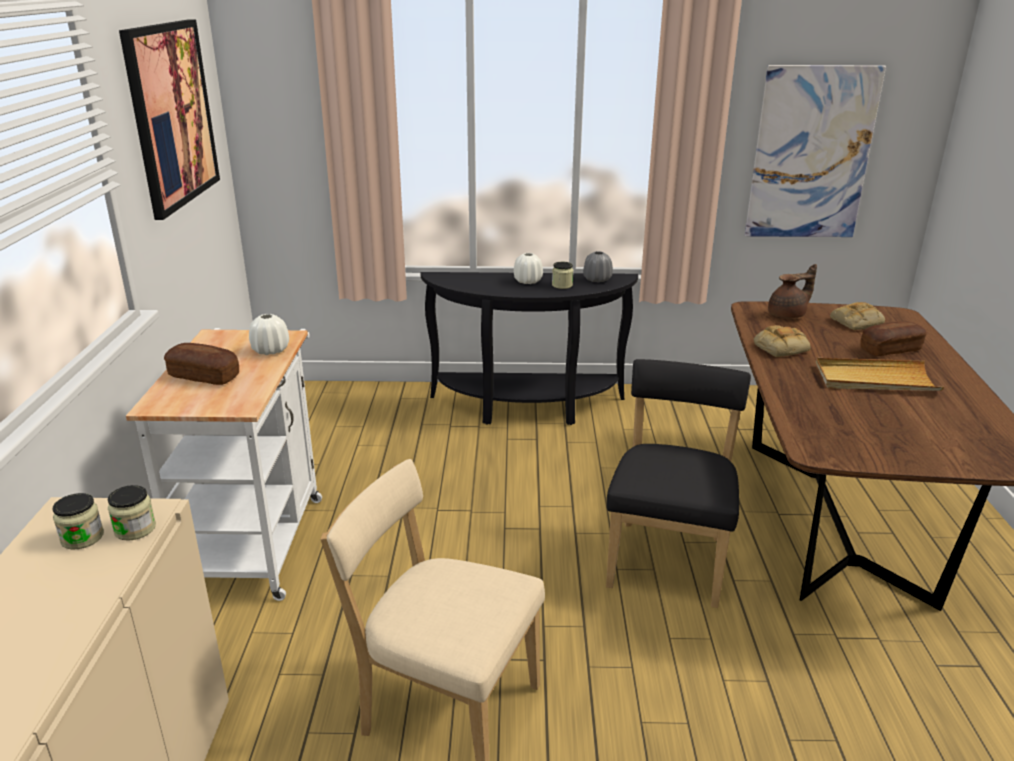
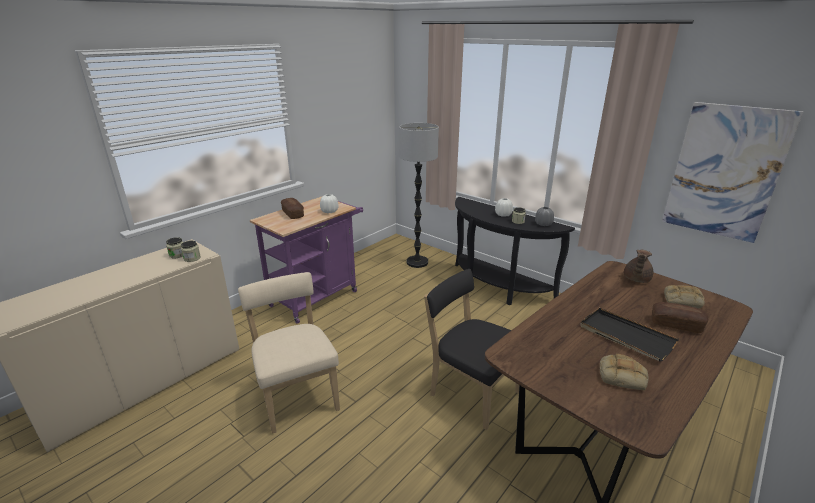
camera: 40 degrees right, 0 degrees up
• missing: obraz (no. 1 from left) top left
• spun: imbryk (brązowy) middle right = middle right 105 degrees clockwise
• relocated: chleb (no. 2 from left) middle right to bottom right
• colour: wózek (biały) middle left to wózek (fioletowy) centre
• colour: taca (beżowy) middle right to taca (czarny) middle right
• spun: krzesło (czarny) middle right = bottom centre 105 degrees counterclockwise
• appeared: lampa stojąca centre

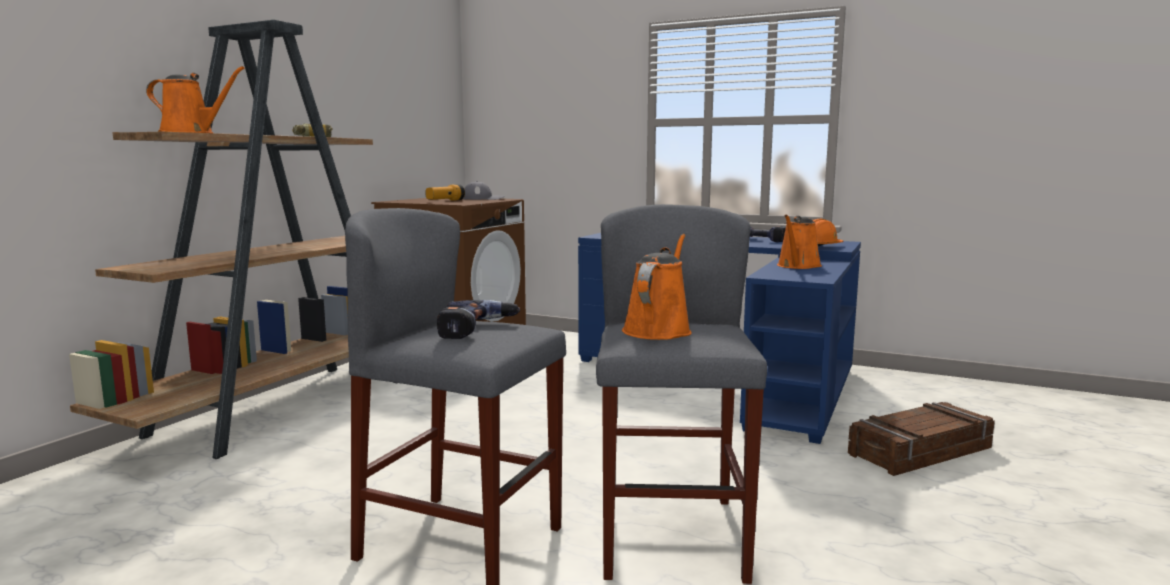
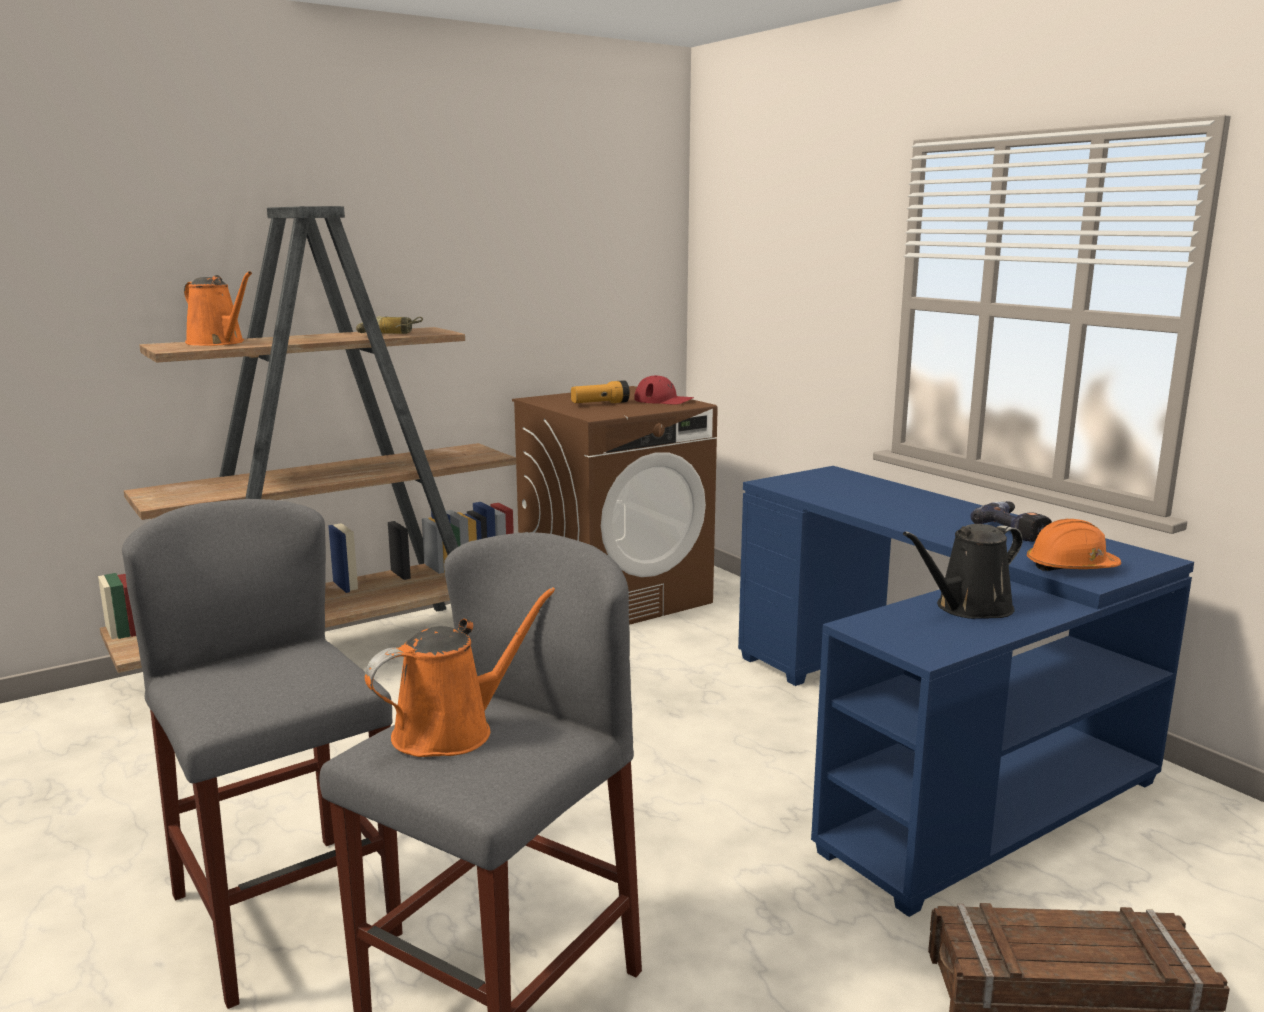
camera: 30 degrees right, 5 degrees up
• colour: czapka z daszkiem (szary) top centre to czapka z daszkiem (czerwony) centre
• colour: konewka (pomarańczowy) (no. 3 from left) middle right to konewka (czarny) middle right
• missing: wiertarka (no. 2 from left) centre

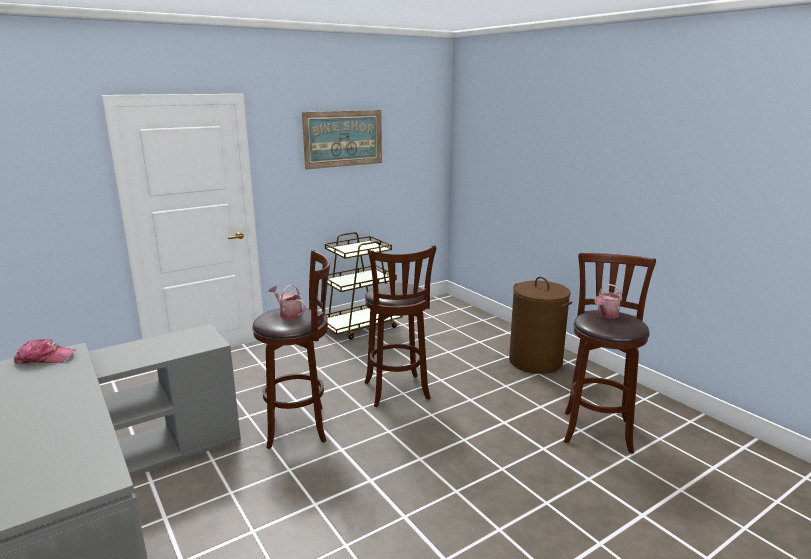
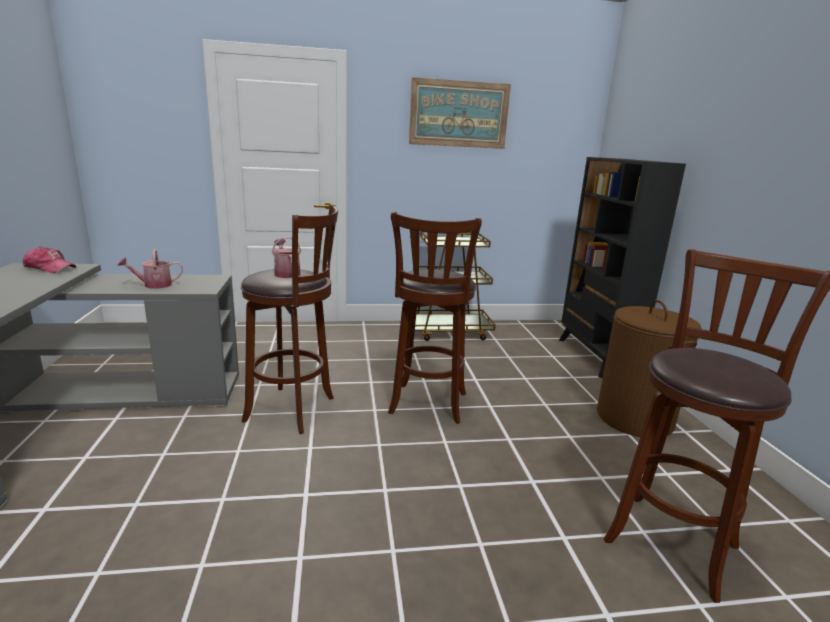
camera: 25 degrees right, 0 degrees up
• relocated: konewka (no. 2 from left in the first image) middle right to konewka (no. 1 from left) middle left
• appeared: regał (czarny) middle right

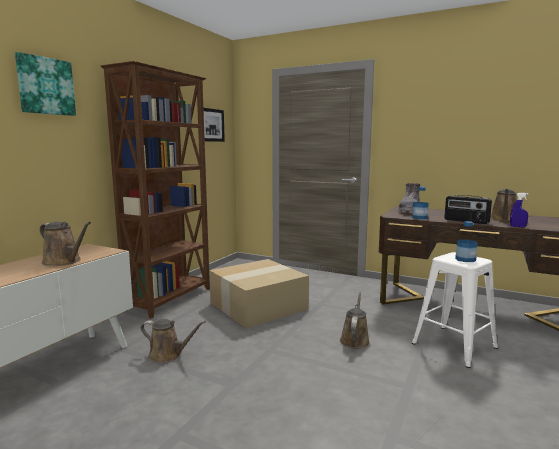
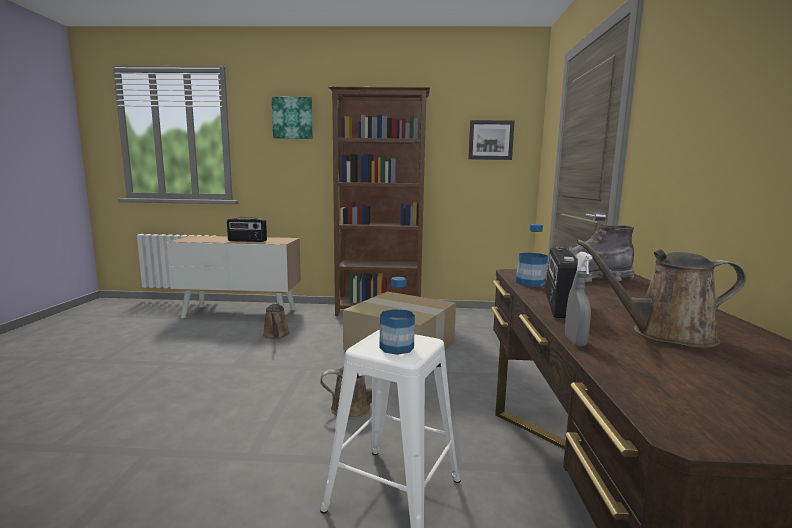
camera: 65 degrees right, 0 degrees up
• colour: spryskiwacz (niebieski) middle right to spryskiwacz (szary) middle right
• exchanged: konewka (brązowy) (no. 1 from left) middle left to radio (no. 1 from left) middle left

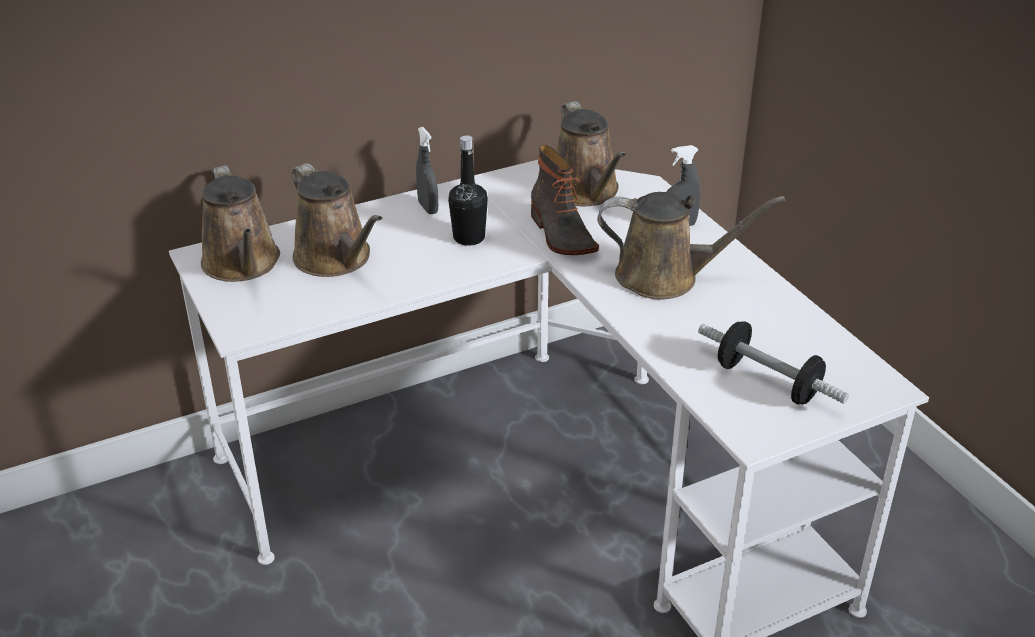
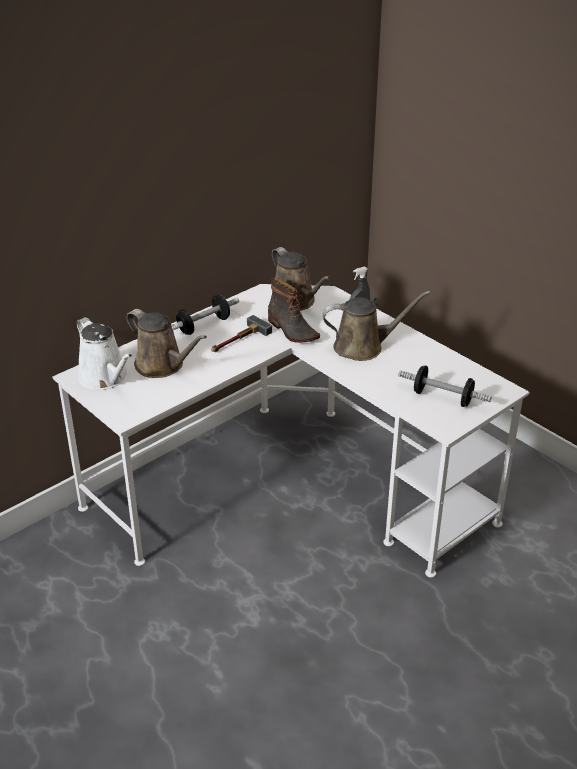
camera: 15 degrees left, 0 degrees up
• exchanged: spryskiwacz (szary) (no. 1 from left) top centre to hantel (no. 1 from left) centre
• exchanged: butelka (czarny) top centre to młotek centre
• colour: konewka (brązowy) (no. 1 from left) middle left to konewka (biały) middle left

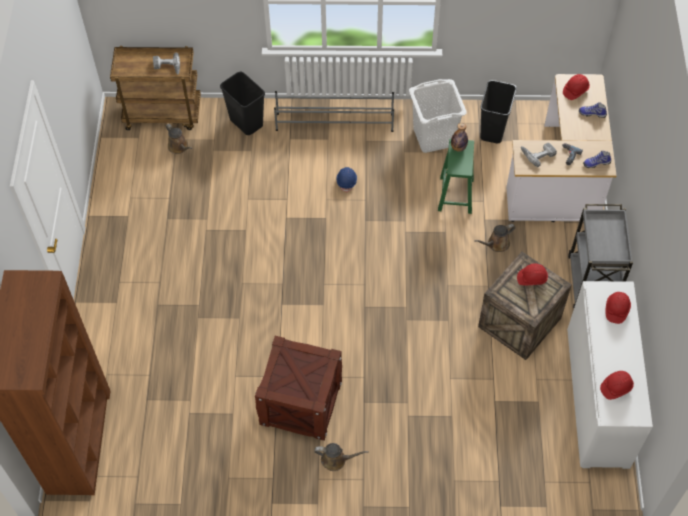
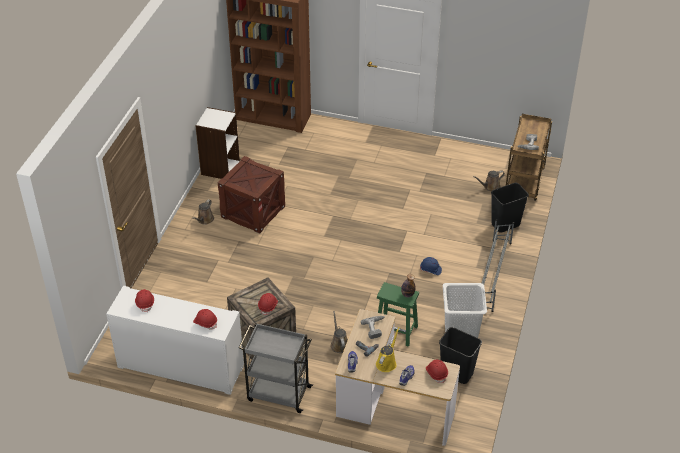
camera: 105 degrees right, 15 degrees down
• appeared: regał (biały) top left
• appeared: konewka (żółty) bottom centre

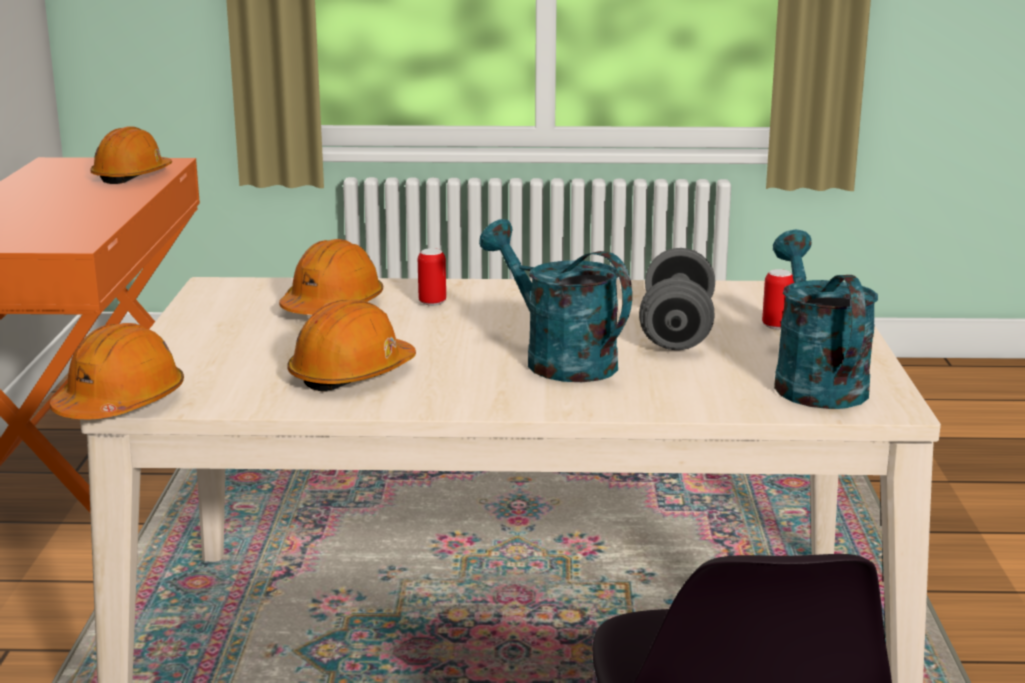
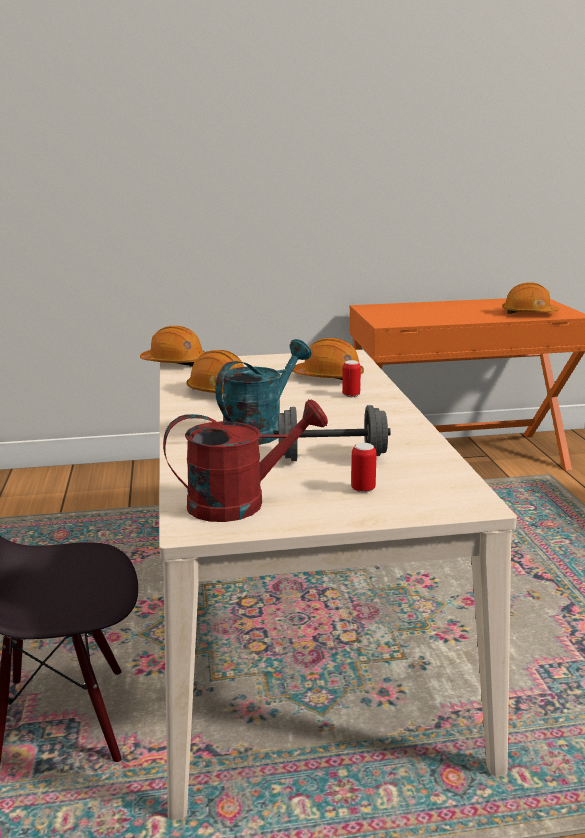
camera: 80 degrees right, 0 degrees up
• colour: konewka (turkusowy) (no. 2 from left) middle right to konewka (czerwony) centre

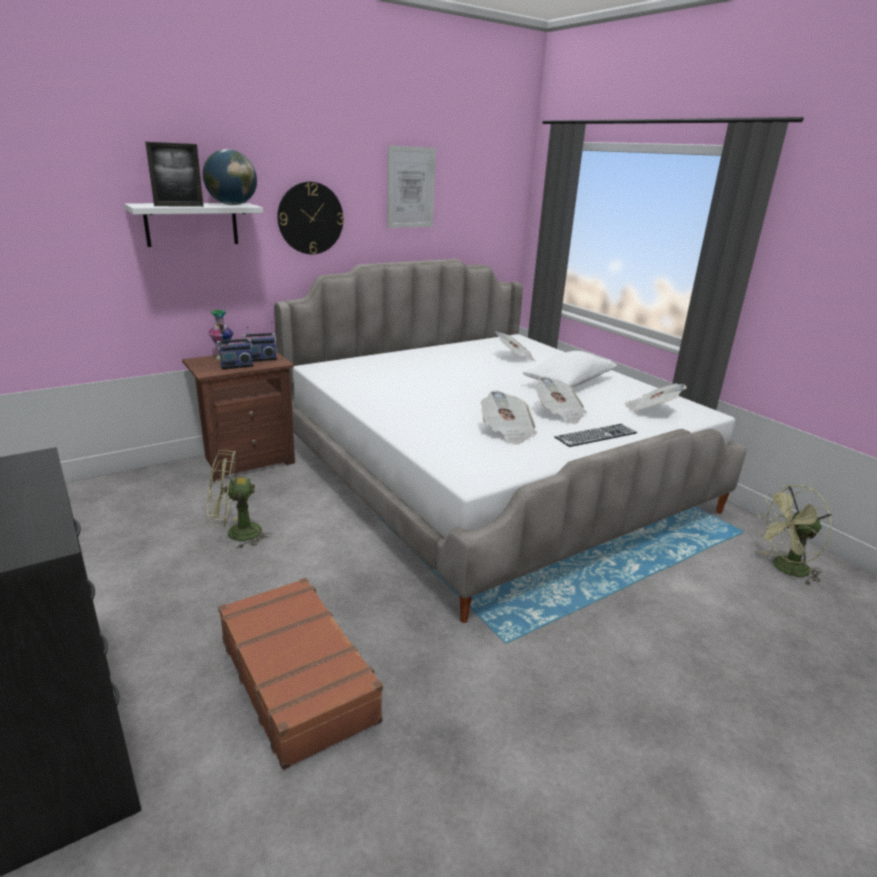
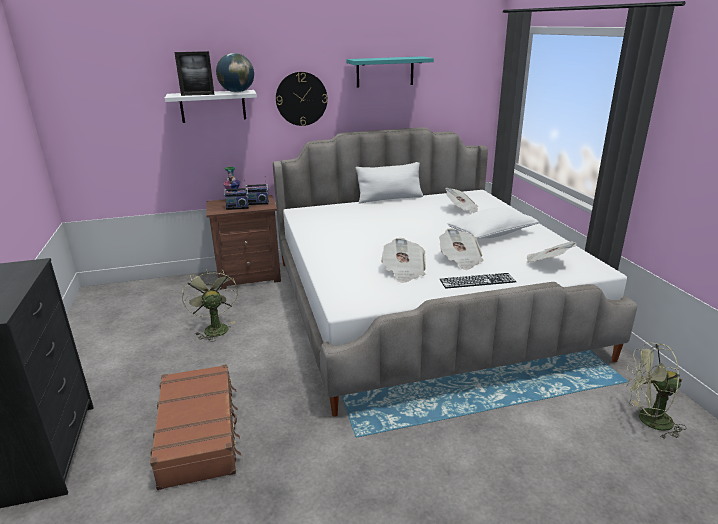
camera: 20 degrees right, 0 degrees up
• exchanged: obraz top centre to półka (turkusowy) top centre
• spun: wentylator (zielony) (no. 1 from left) middle left = middle left 60 degrees clockwise
• appeared: poduszka (biały) (no. 1 from left) centre

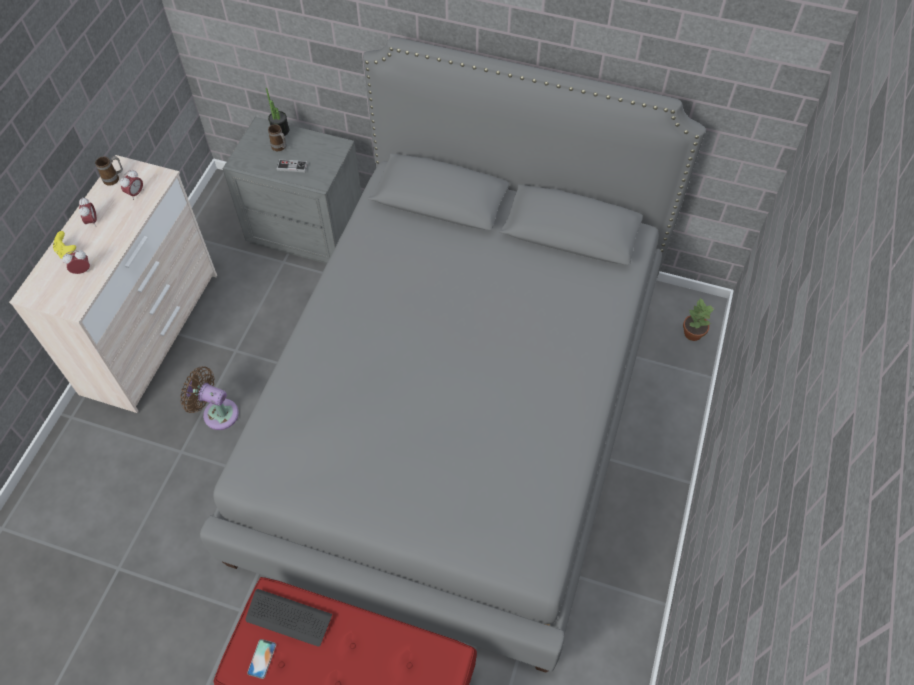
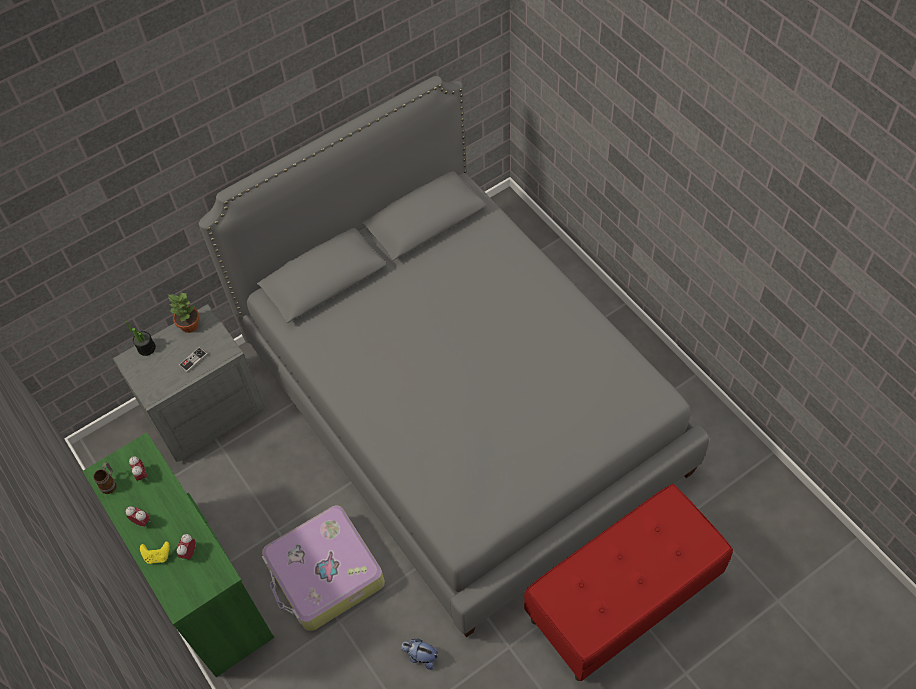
camera: 50 degrees left, 0 degrees up
• missing: kubek (no. 2 from left) top left
• colour: komoda (beżowy) middle left to komoda (zielony) bottom left
• relocated: roślina doniczkowa (no. 2 from left) middle right to middle left
• exchanged: wentylator (brązowy) middle left to walizka bottom centre
• missing: klawiatura bottom left
• missing: telefon bottom left
• appeared: pluszak bottom centre

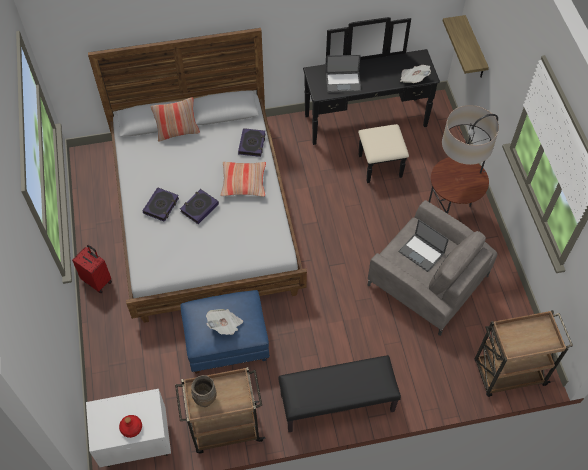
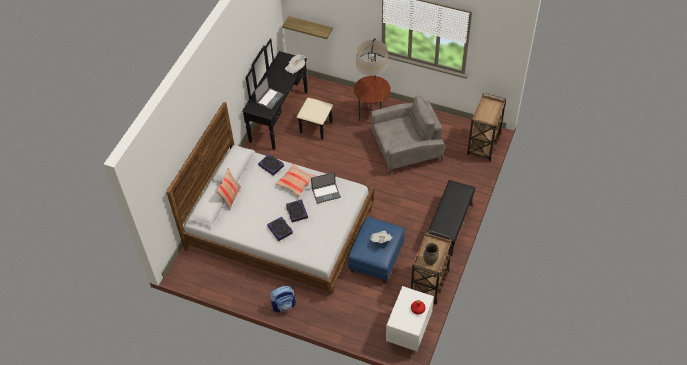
camera: 55 degrees left, 5 degrees down
• relocated: laptop (no. 2 from left) middle right to centre
• exchanged: walizka (czerwony) middle left to plecak bottom centre

